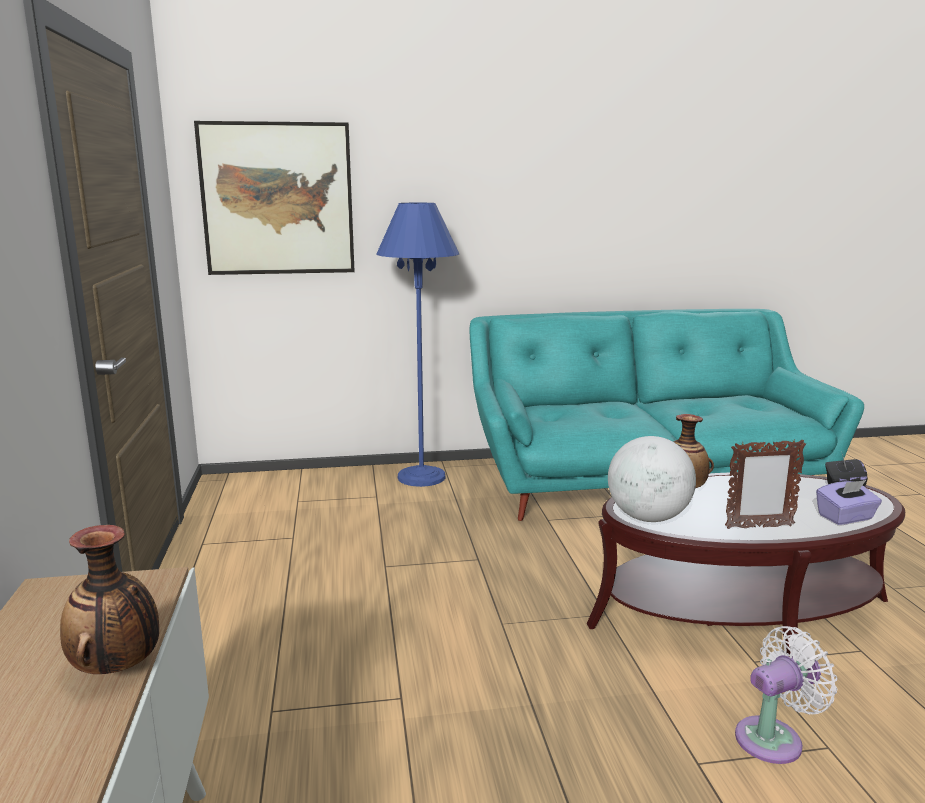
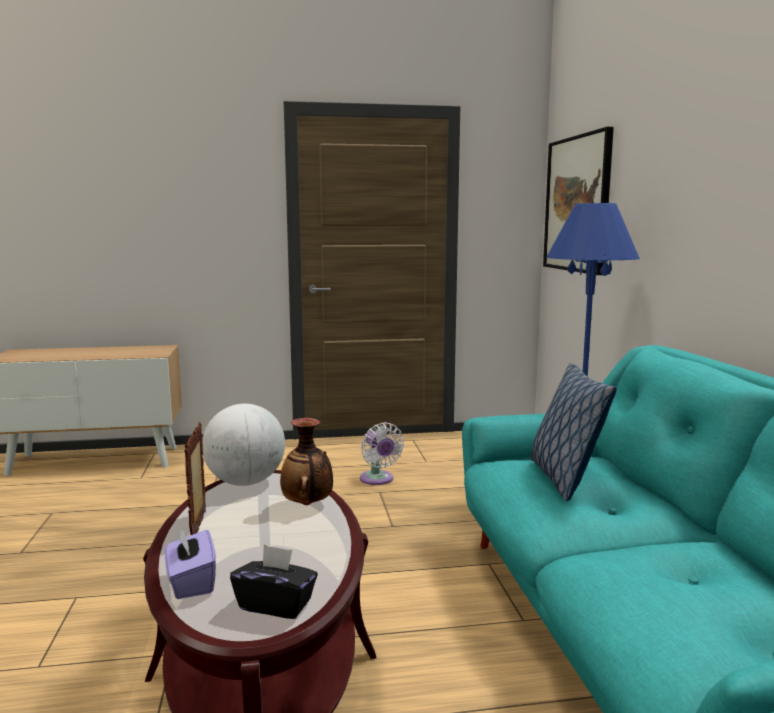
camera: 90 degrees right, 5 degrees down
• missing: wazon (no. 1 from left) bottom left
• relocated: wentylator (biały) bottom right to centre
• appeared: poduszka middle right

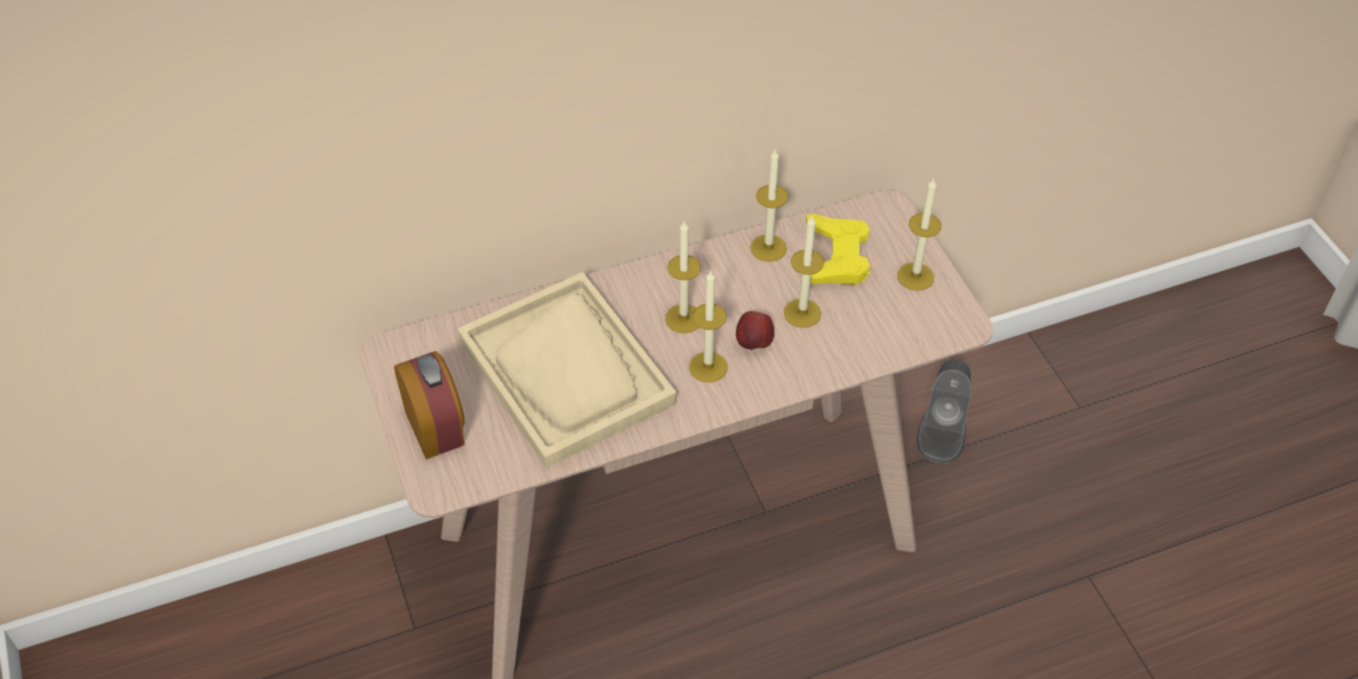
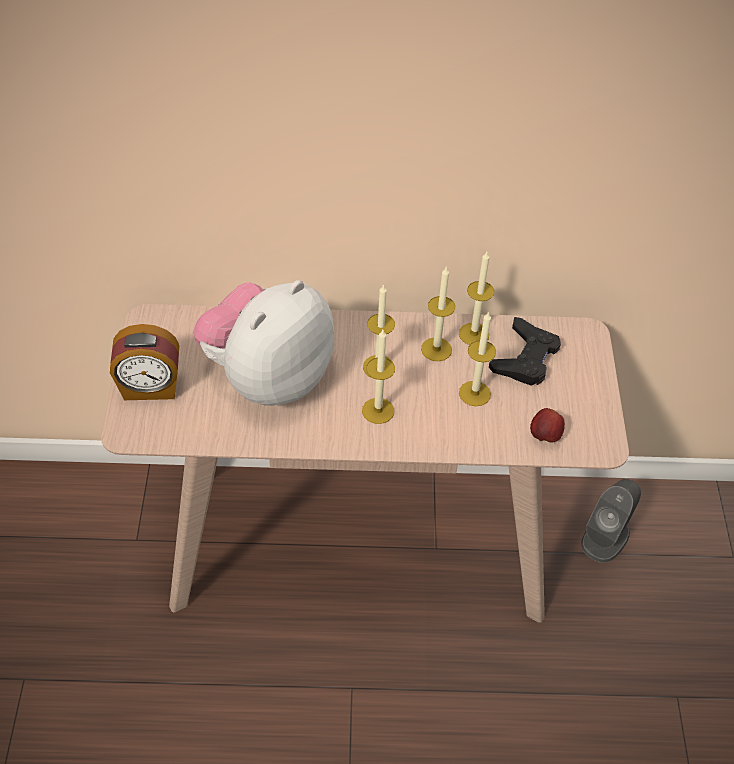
camera: 20 degrees right, 0 degrees up
• relocated: świeca (no. 5 from left in the first image) middle right to świeca (no. 3 from left) centre
• colour: pad do gier (żółty) centre to pad do gier (czarny) middle right
• exchanged: taca (beżowy) centre to pluszak centre
• relocated: jabłko centre to middle right
• spun: budzik middle left = middle left 90 degrees clockwise

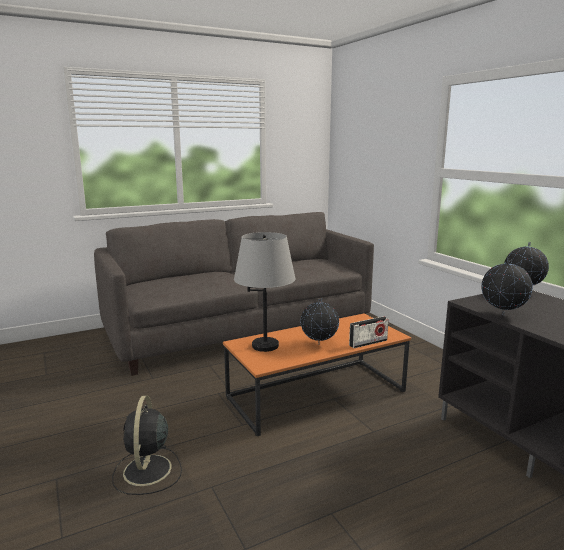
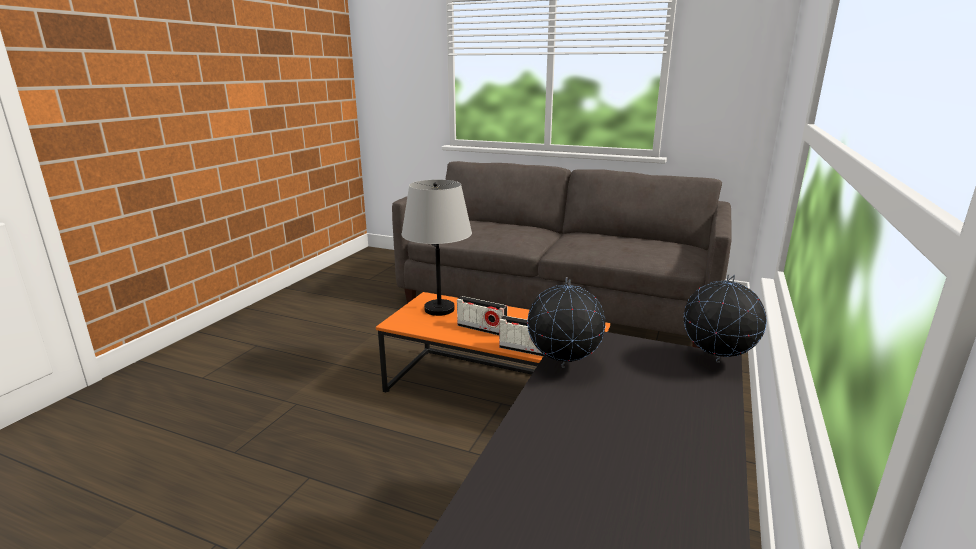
camera: 50 degrees right, 5 degrees up
• exchanged: globus (no. 1 from left) centre to radio (no. 1 from left) centre
• missing: wentylator (czarny) bottom left

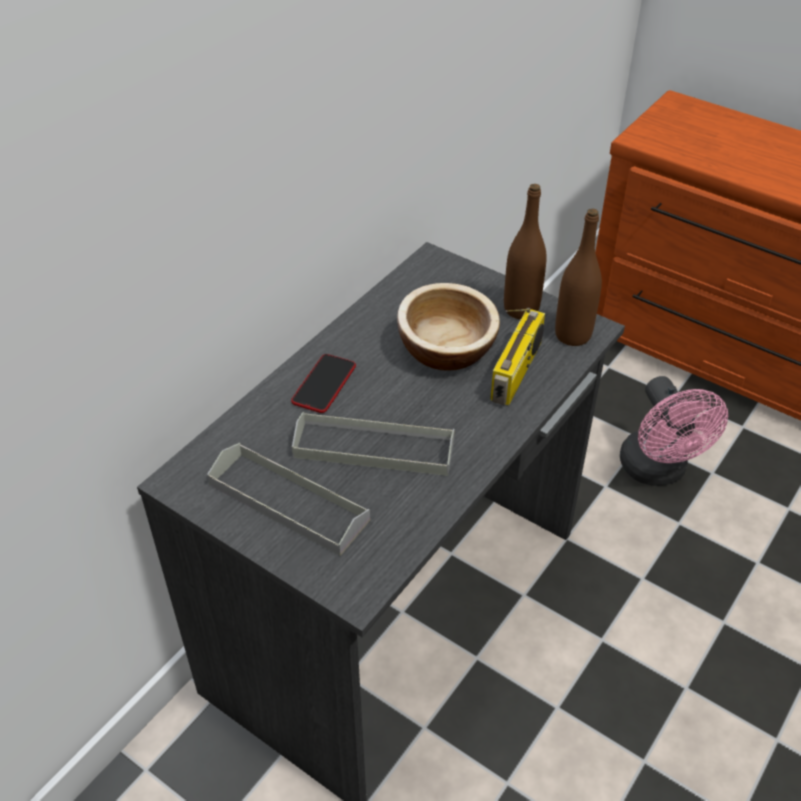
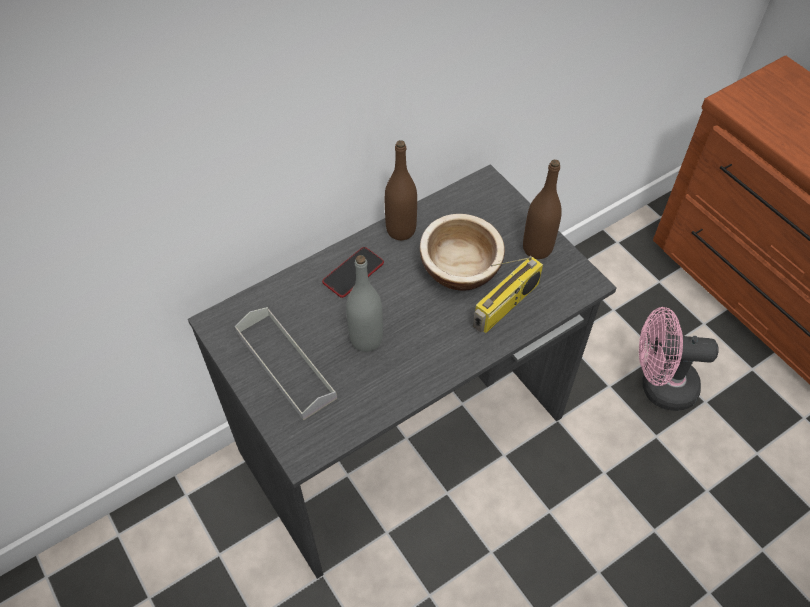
camera: 20 degrees right, 10 degrees up
• relocated: butelka (brązowy) (no. 2 from left in the first image) middle right to butelka (brązowy) (no. 1 from left) top centre
• spun: wentylator (różowy) middle right = middle right 90 degrees clockwise
• exchanged: taca (szary) (no. 2 from left) centre to butelka (szary) centre

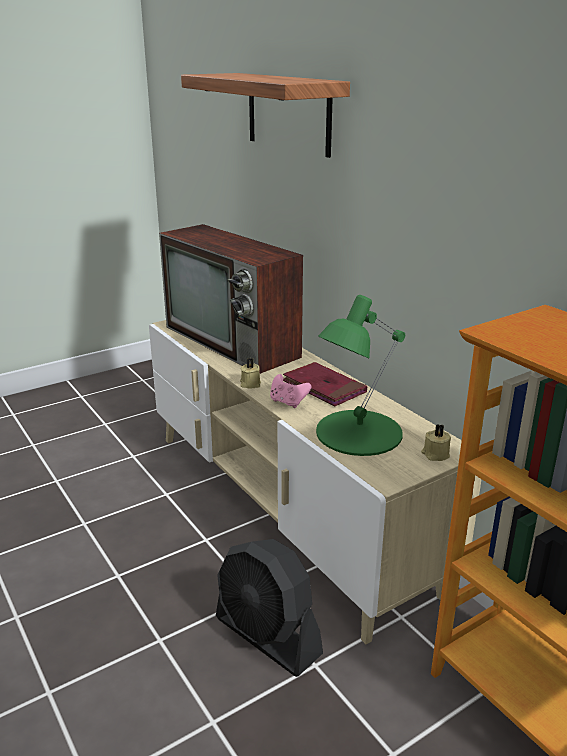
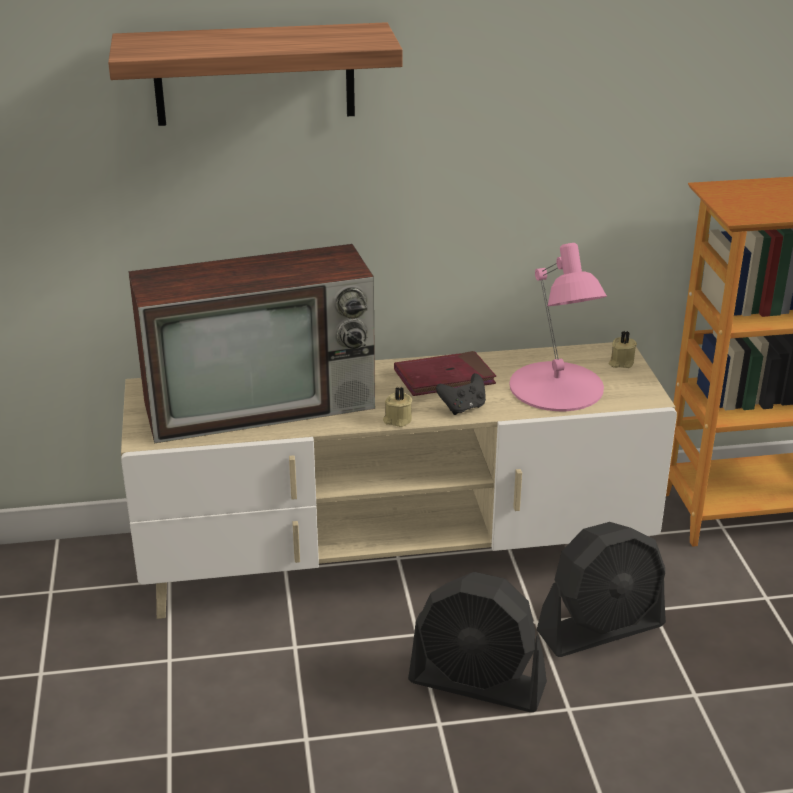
camera: 65 degrees left, 5 degrees up
• colour: lampa stołowa (zielony) centre to lampa stołowa (różowy) middle right
• colour: pad do gier (różowy) centre to pad do gier (czarny) centre
• appeared: wentylator (czarny) (no. 1 from left) bottom centre

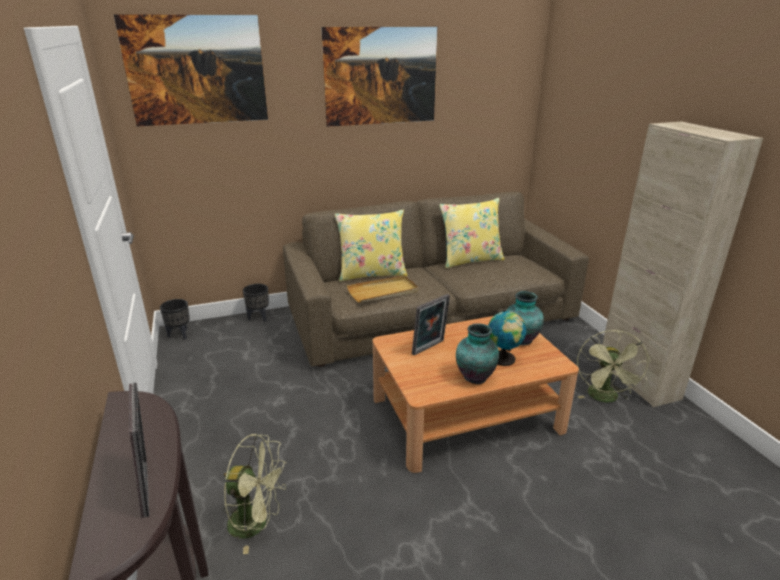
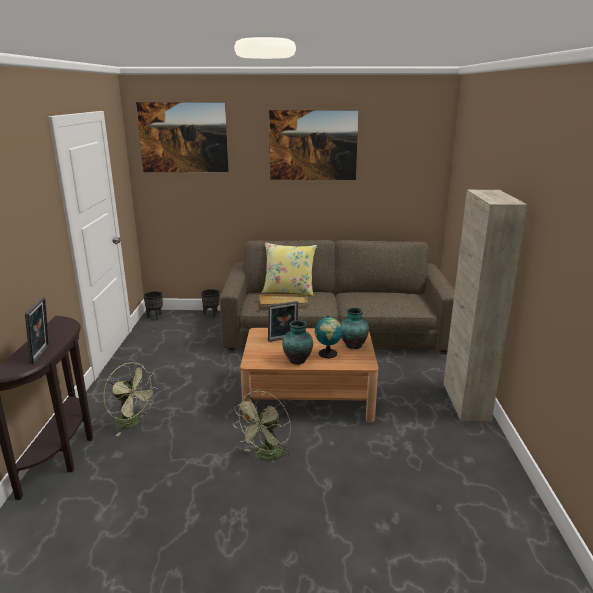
camera: 20 degrees right, 5 degrees down
• missing: poduszka (żółty) (no. 2 from left) centre
• relocated: wentylator (zielony) (no. 2 from left) middle right to bottom centre

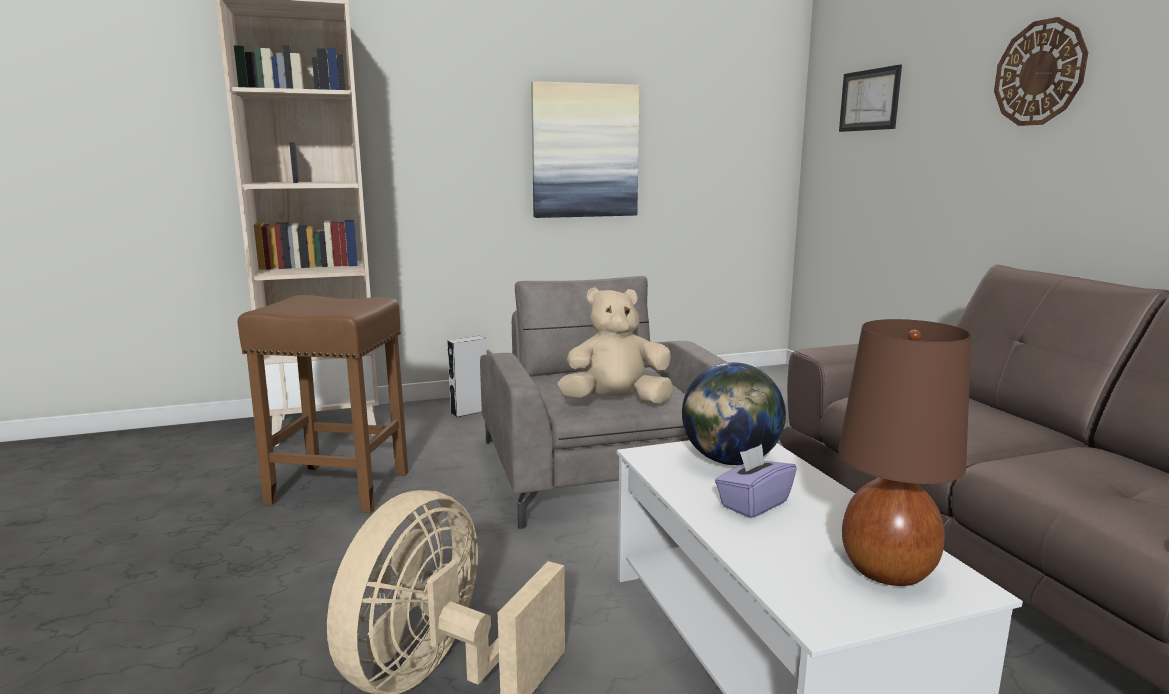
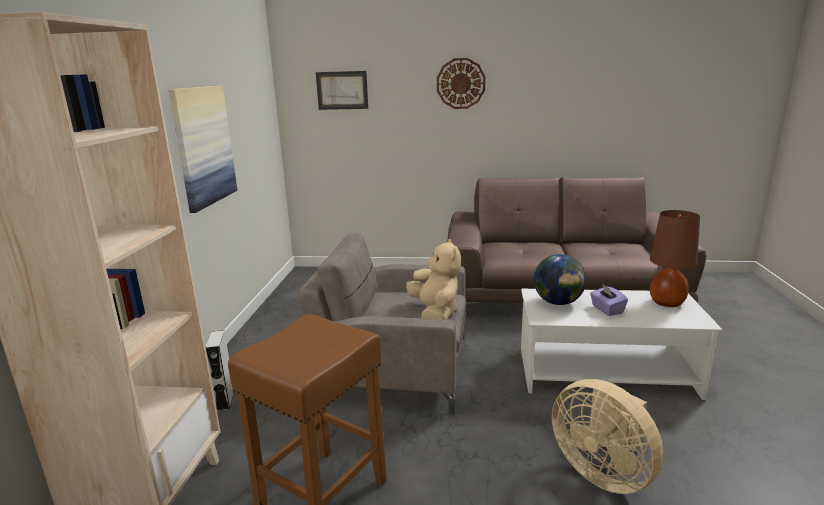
camera: 65 degrees left, 5 degrees up
• spun: pluszak (beżowy) centre = centre 150 degrees clockwise

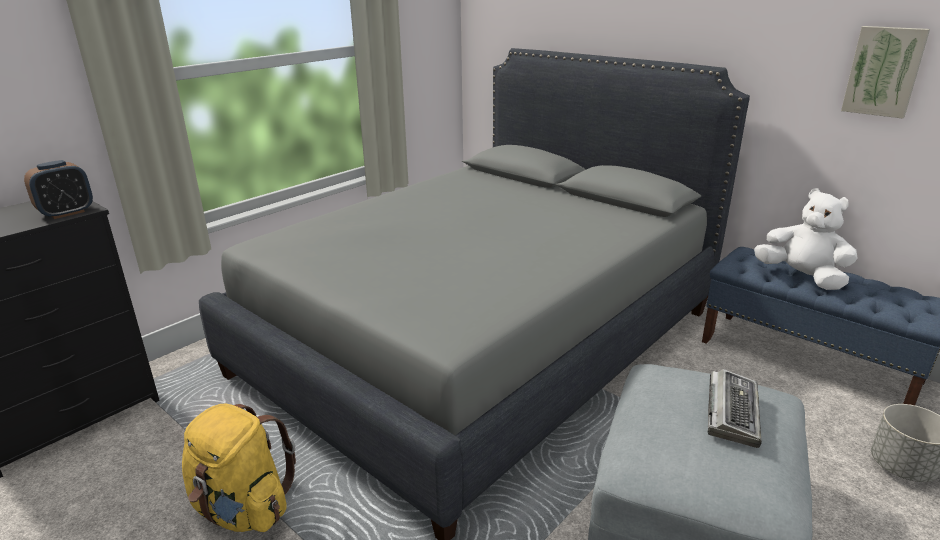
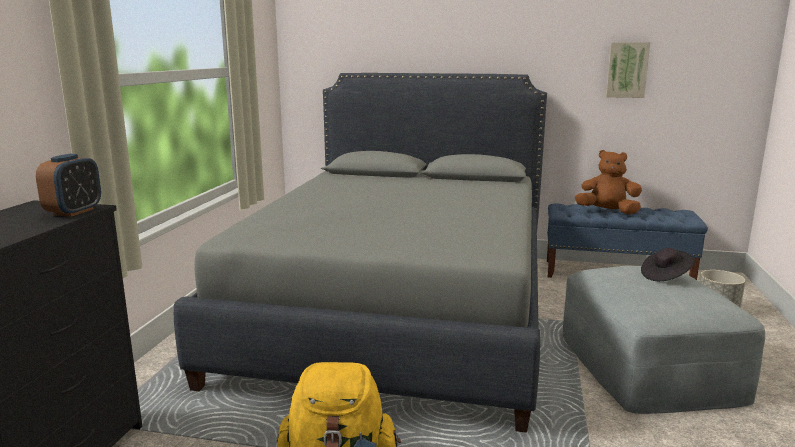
camera: 30 degrees left, 10 degrees down
• colour: pluszak (biały) middle right to pluszak (brązowy) middle right
• exchanged: klawiatura bottom right to kapelusz (czarny) middle right

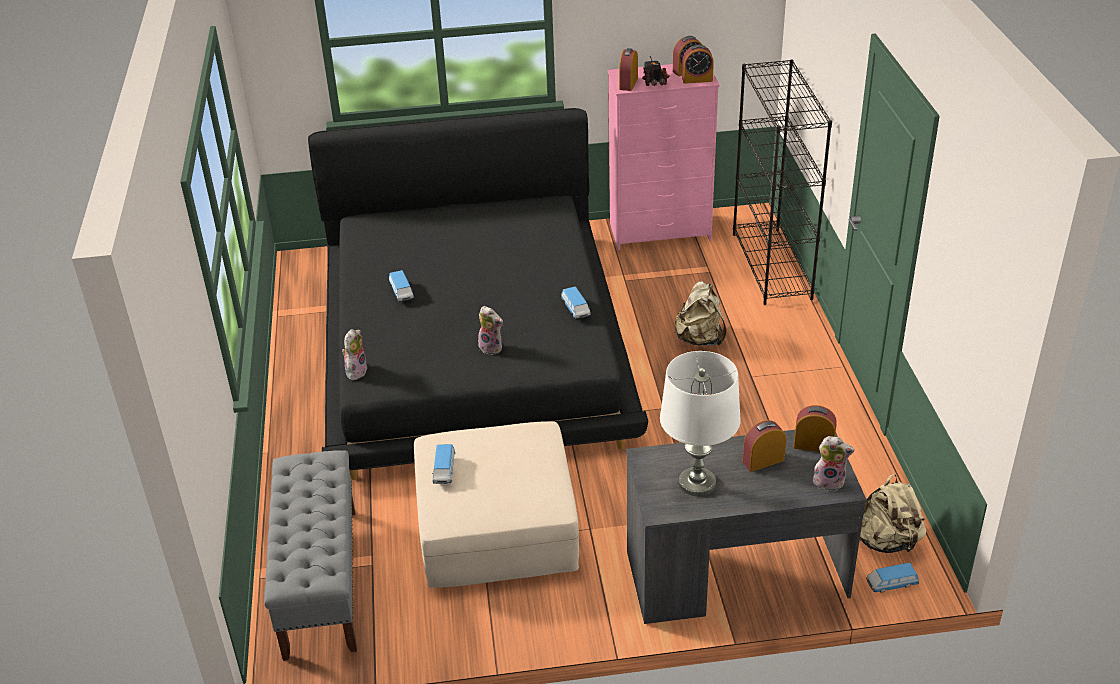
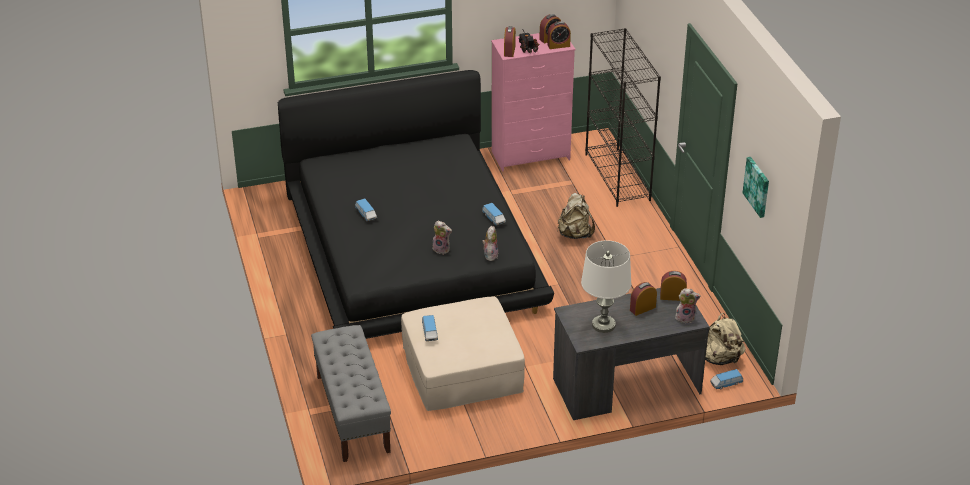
camera: 10 degrees left, 0 degrees up
• relocated: pluszak (no. 1 from left in the first image) middle left to pluszak (no. 2 from left) centre
• appeared: obraz middle right

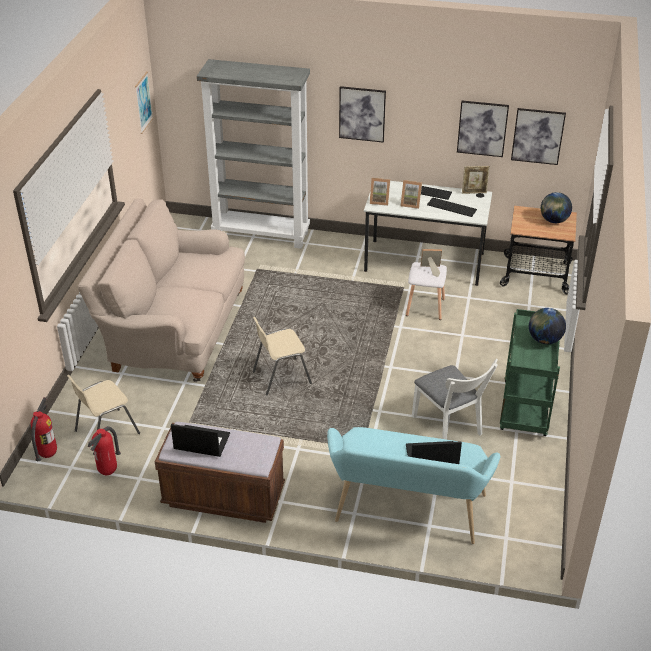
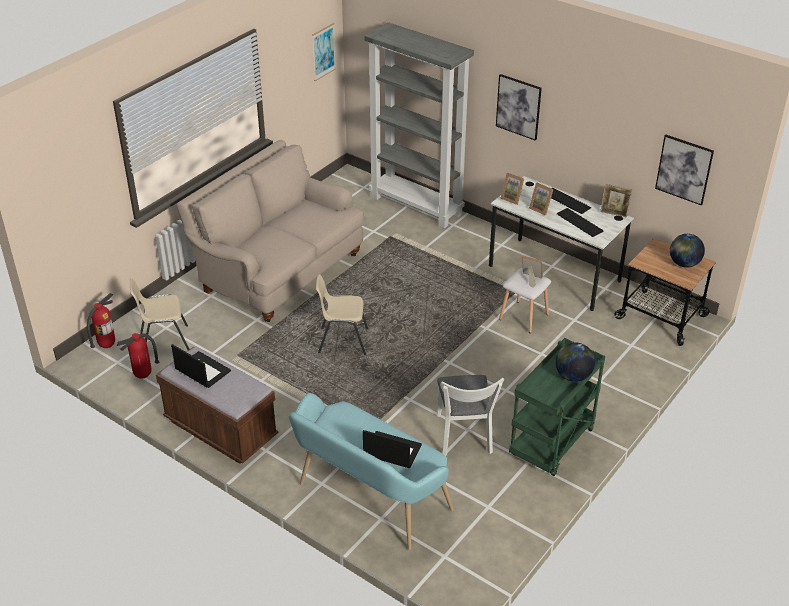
camera: 25 degrees right, 0 degrees up
• missing: obraz (no. 3 from left) top right

